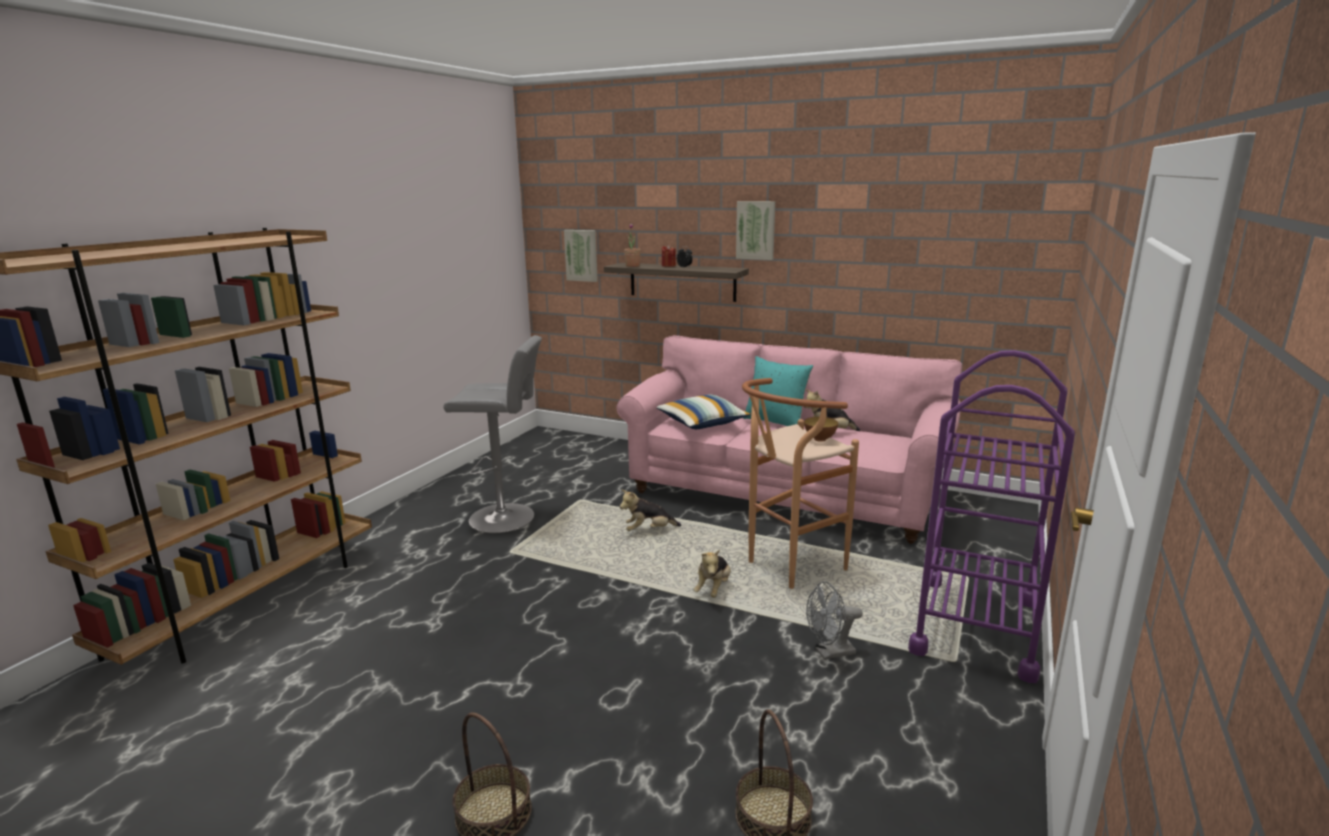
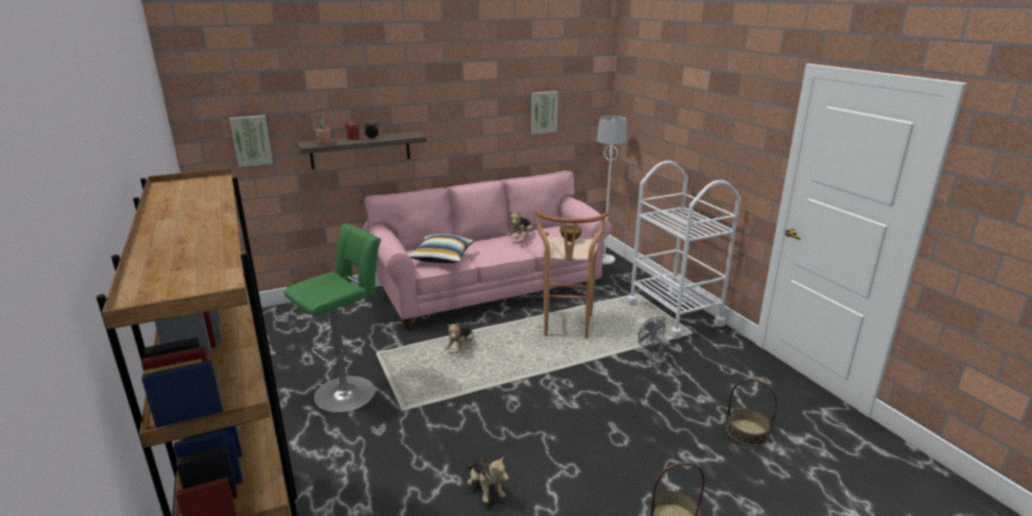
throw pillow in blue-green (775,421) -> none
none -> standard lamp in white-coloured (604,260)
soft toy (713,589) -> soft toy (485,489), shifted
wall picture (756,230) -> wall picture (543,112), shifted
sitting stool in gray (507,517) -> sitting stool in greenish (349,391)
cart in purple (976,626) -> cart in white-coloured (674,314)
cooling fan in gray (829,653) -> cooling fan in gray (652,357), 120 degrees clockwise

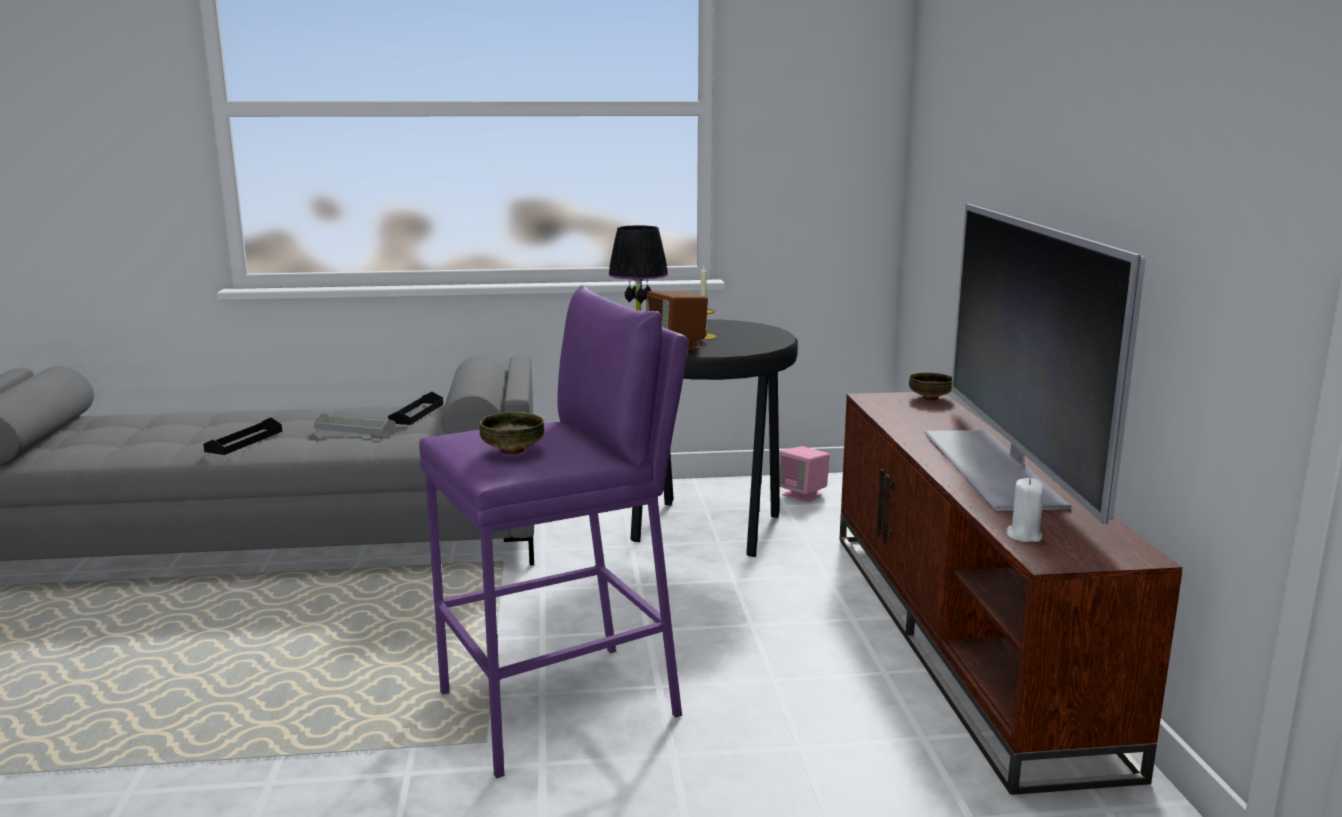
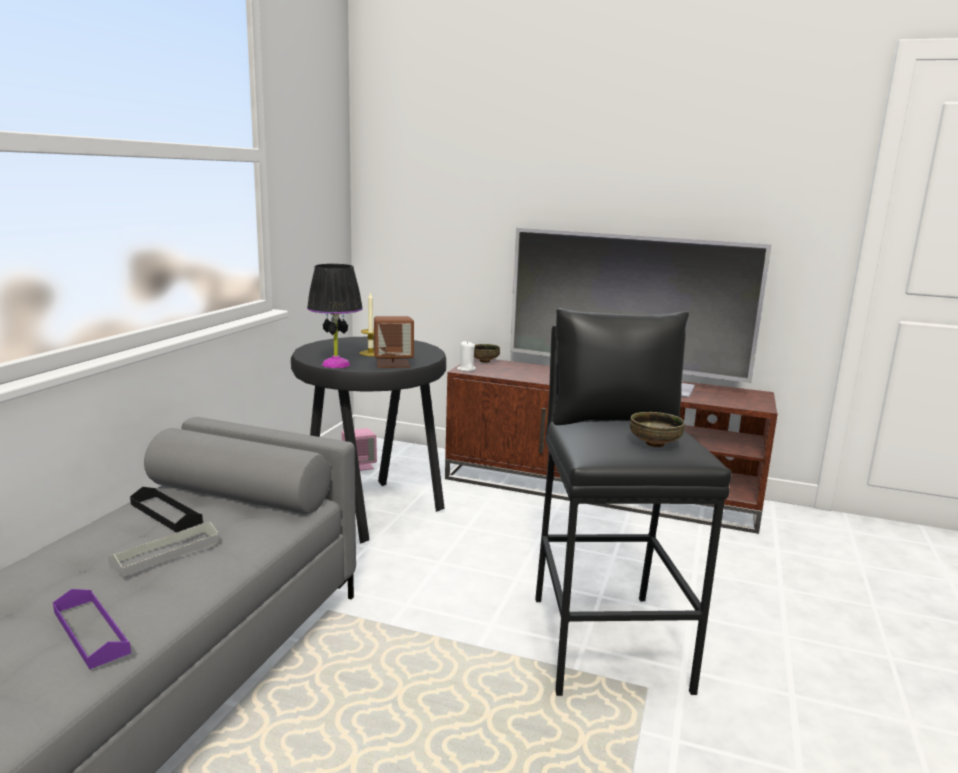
candle in white-coloured (1023,535) -> candle in white-coloured (466,369), shifted
tray in black-coloured (244,441) -> tray in purple (91,632)
sitting stool in purple (561,706) -> sitting stool in black-coloured (607,641)

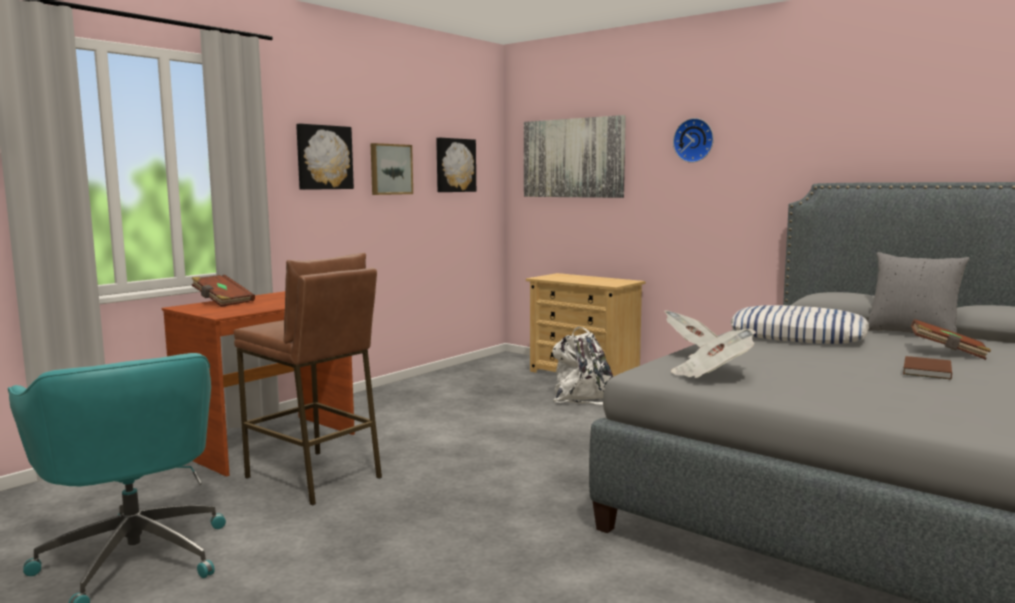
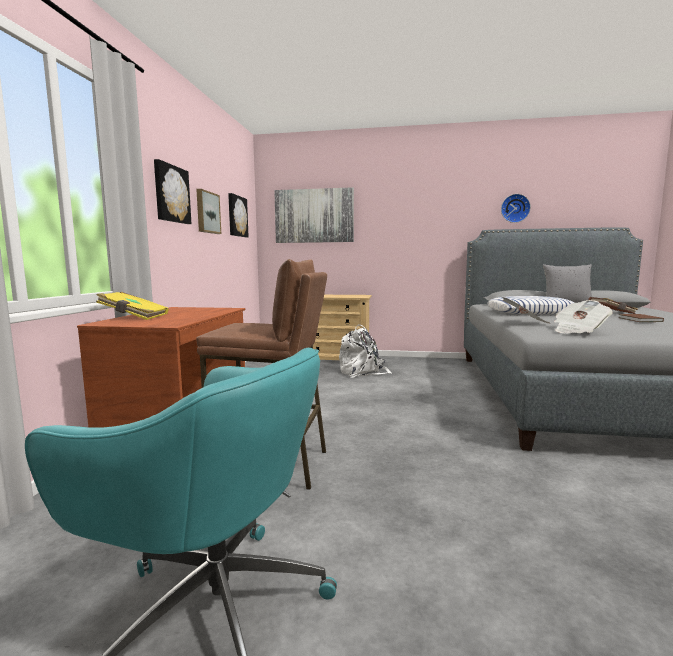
clock on the wall (694,140) -> clock on the wall (515,208), shifted
volume in brown-coloured (222,302) -> volume in yellow (133,317)

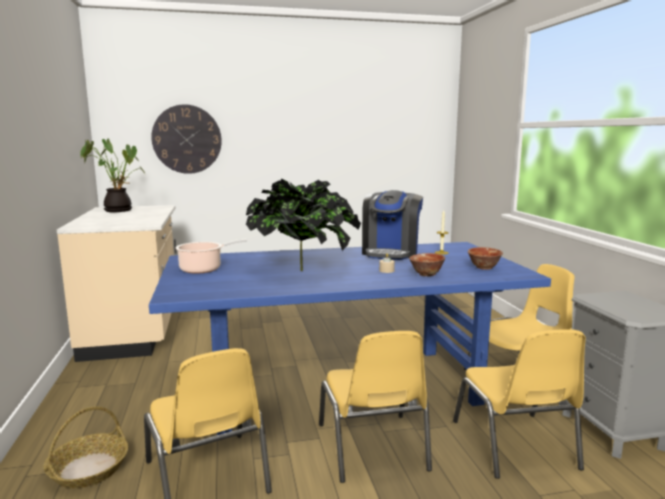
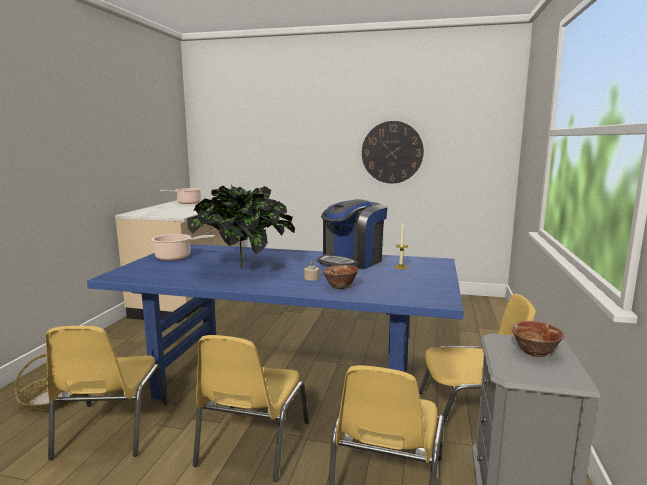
clock on the wall (187,139) -> clock on the wall (392,152), shifted
bowl (484,268) -> bowl (535,352), shifted
plant in a pot (118,210) -> saucepot (187,203)

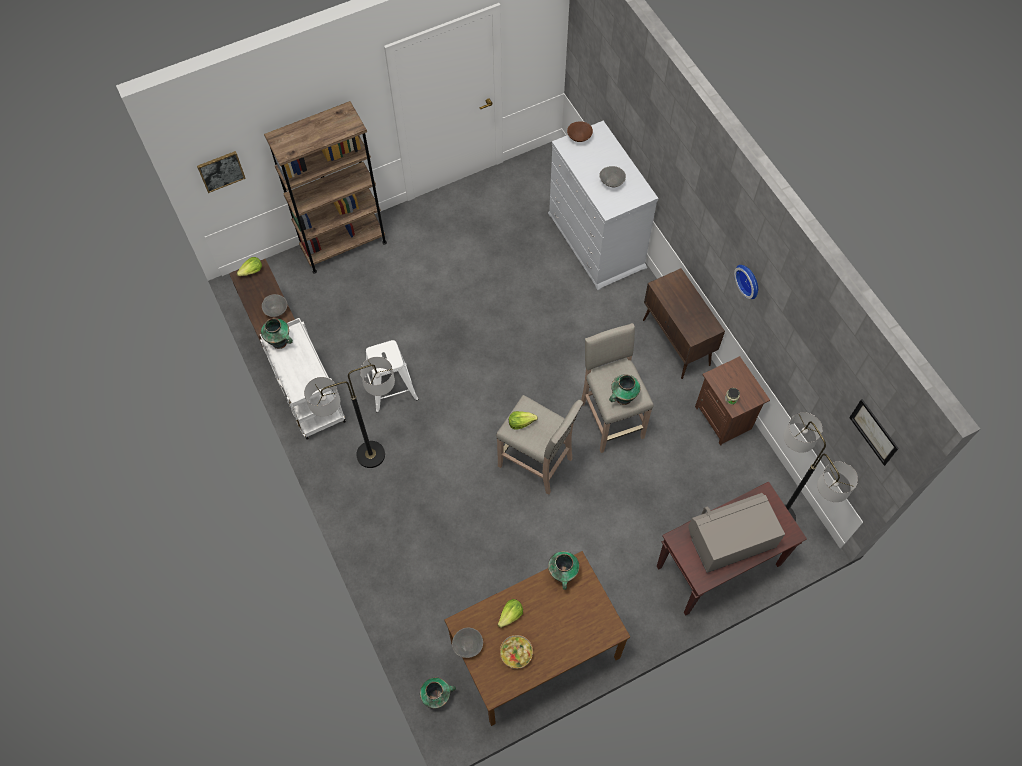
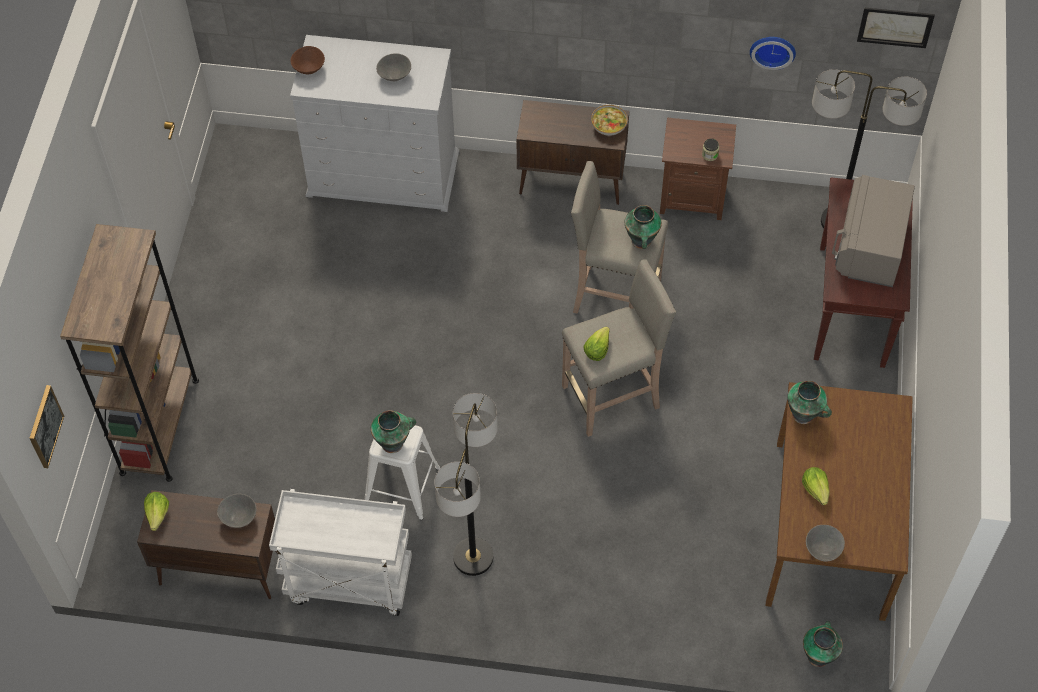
vase (280,342) -> vase (393,443), shifted
bowl (516,653) -> bowl (608,126), shifted
clock on the wall (749,280) -> clock on the wall (772,49), shifted

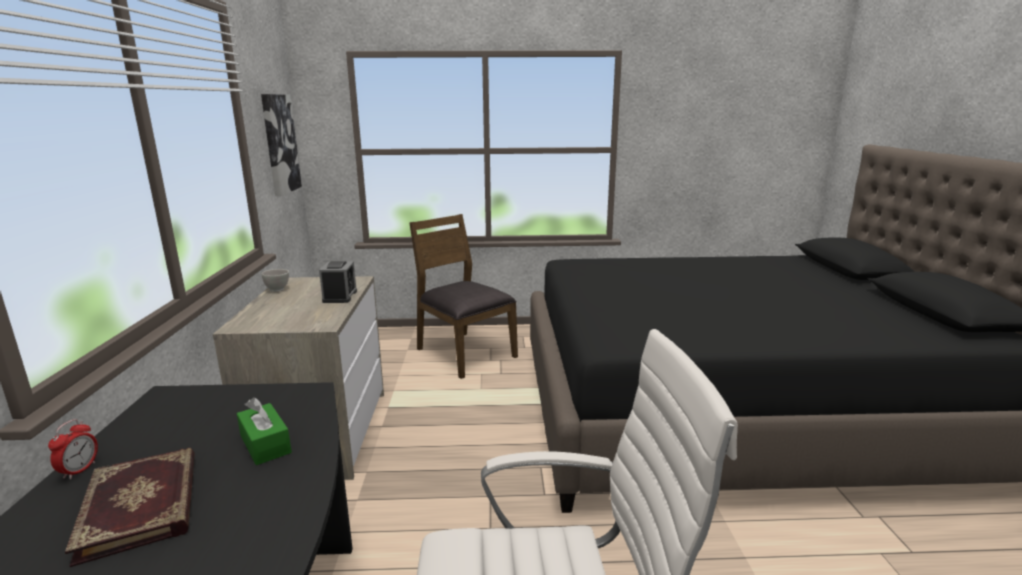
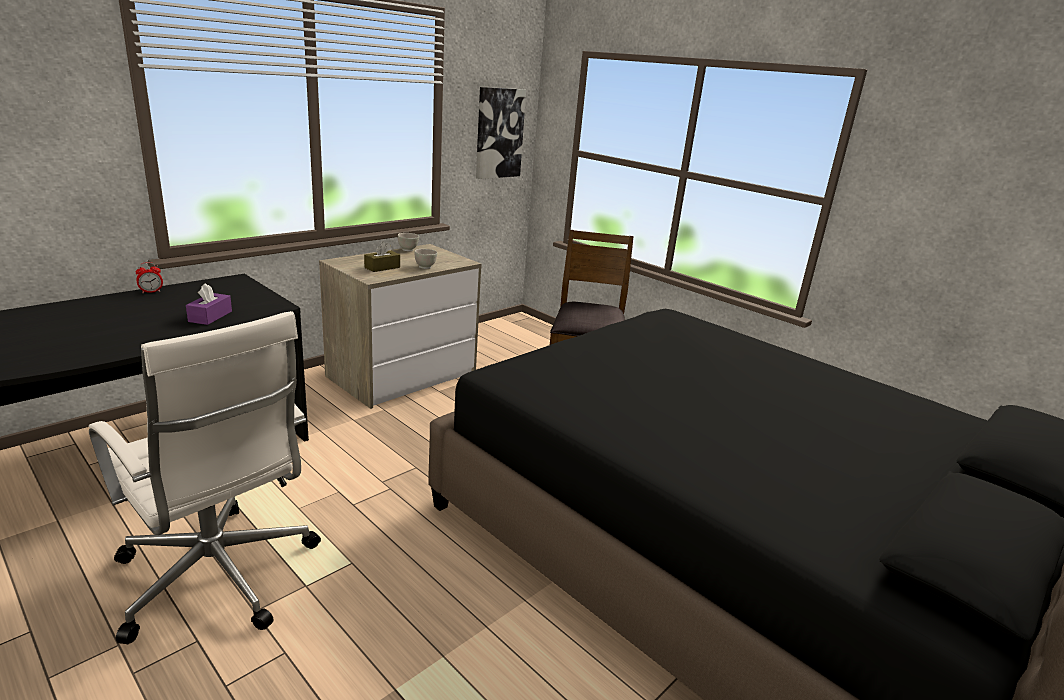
volume (143,505) -> none
none -> box of tissues in brown-coloured (382,267)
bedside clock (340,296) -> bowl in white-coloured (425,267)
box of tissues in greenish (265,444) -> box of tissues in purple (210,316)

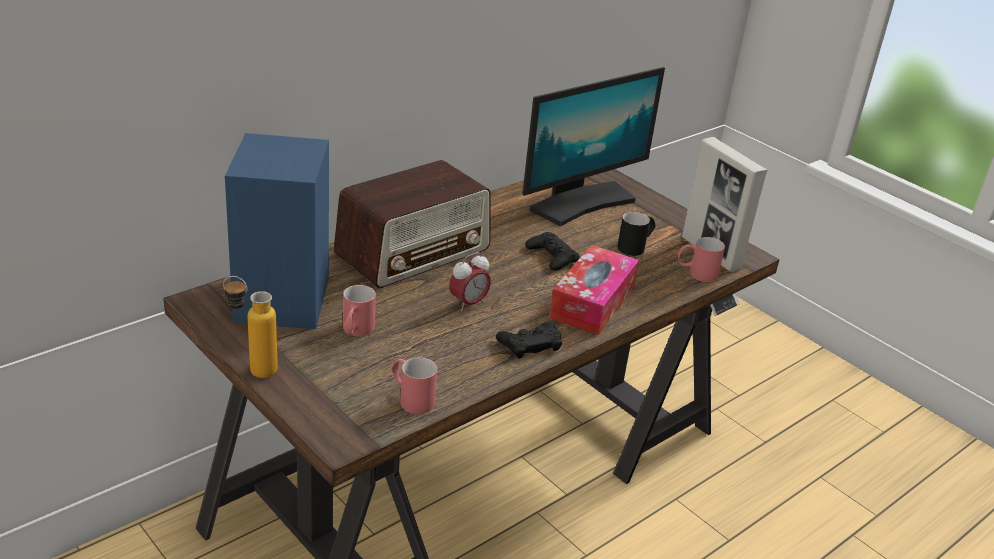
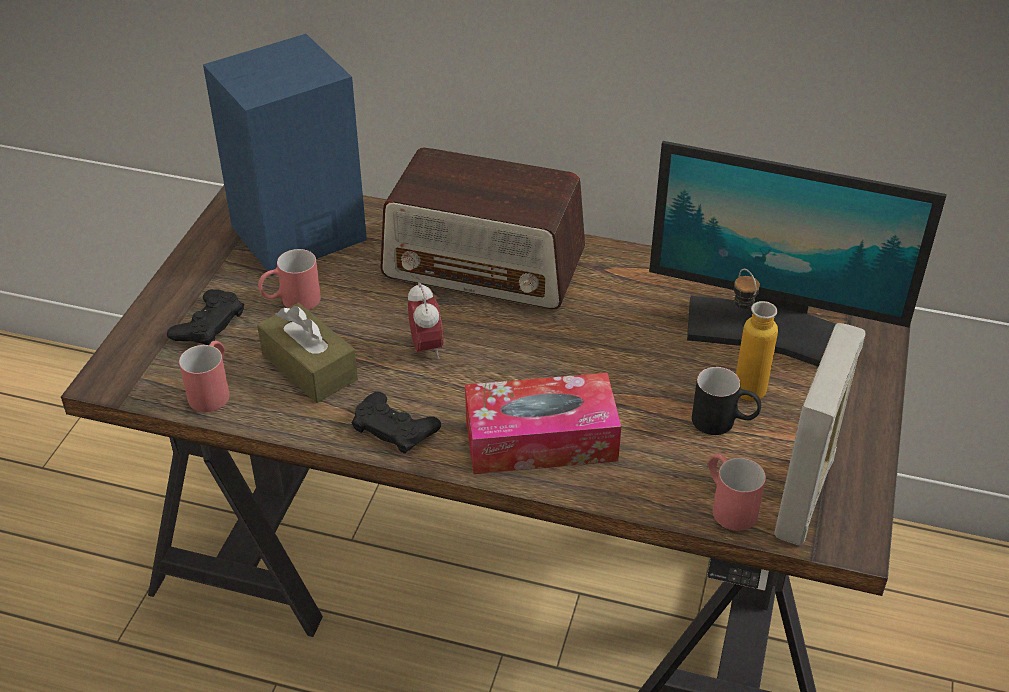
none -> box of tissues in brown-coloured (309,367)
drink bottle (252,369) -> drink bottle (741,382), shifted
gamepad in black-coloured (552,256) -> gamepad in black-coloured (208,324), shifted
bedside clock (468,304) -> bedside clock (426,348), 120 degrees counterclockwise

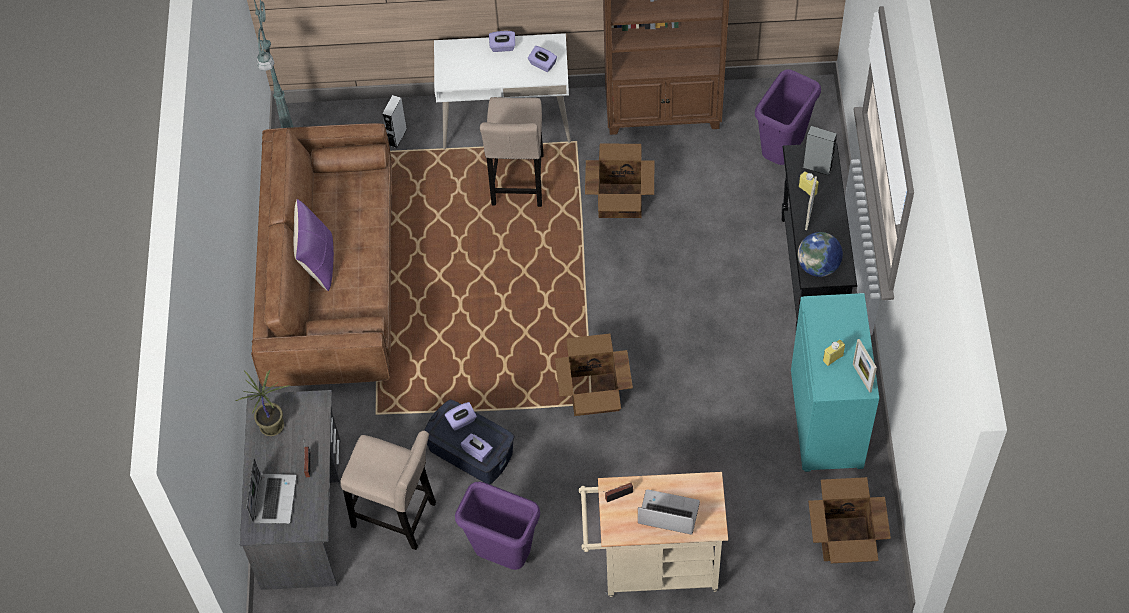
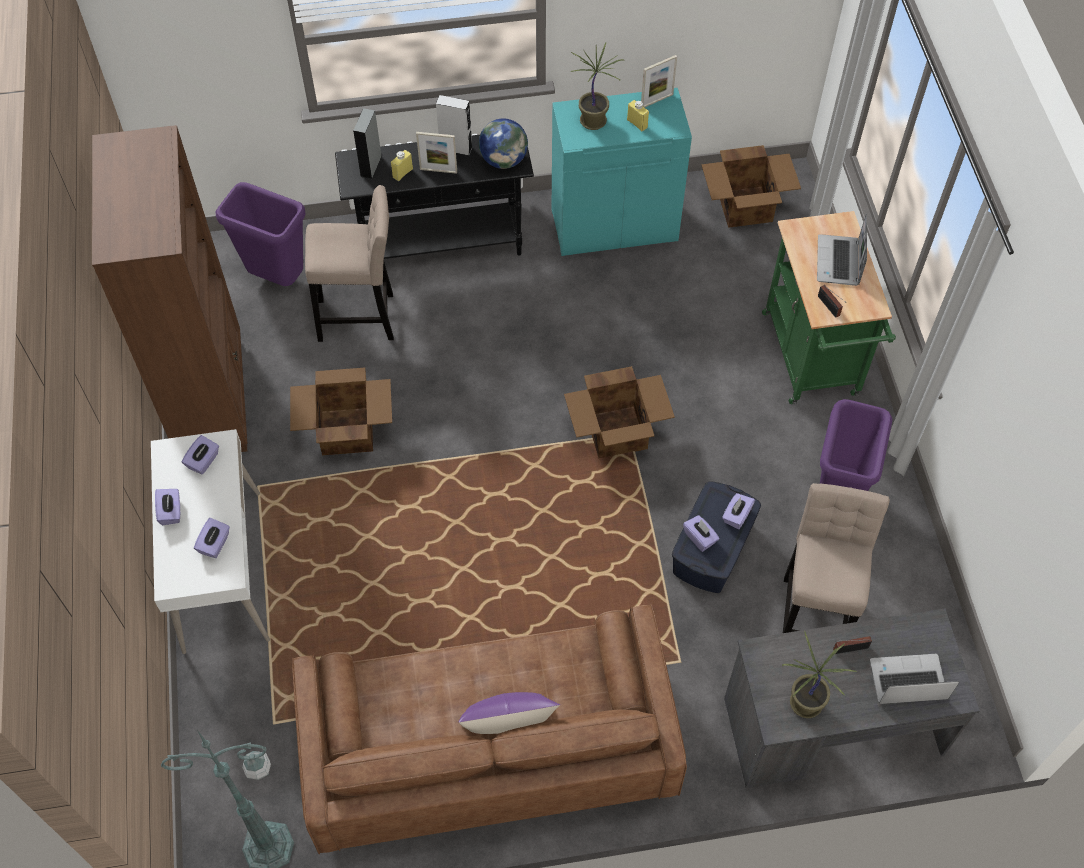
none -> box of tissues in purple (215,544)
none -> plant in a pot (594,121)
loudspeaker in gray (397,137) -> loudspeaker in gray (456,148), shifted
sitting stool in beige-coloured (518,184) -> sitting stool in beige-coloured (361,318), shifted
cart in beige-coloured (652,566) -> cart in greenish (812,360)

